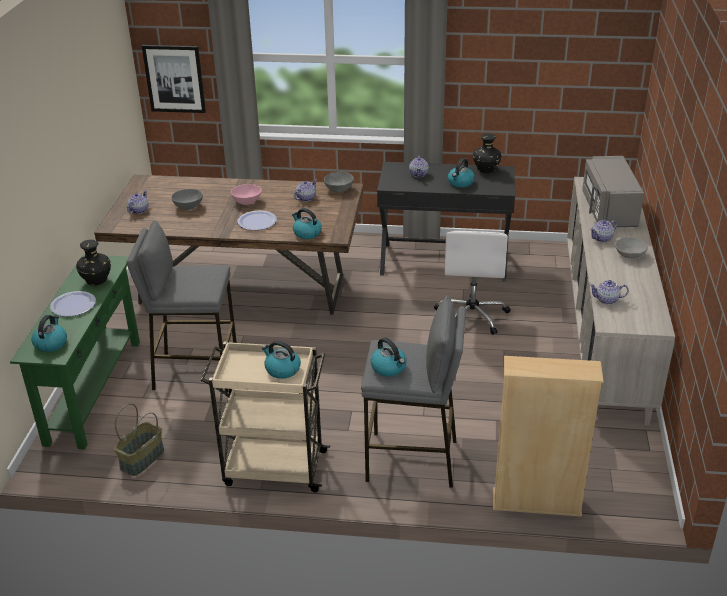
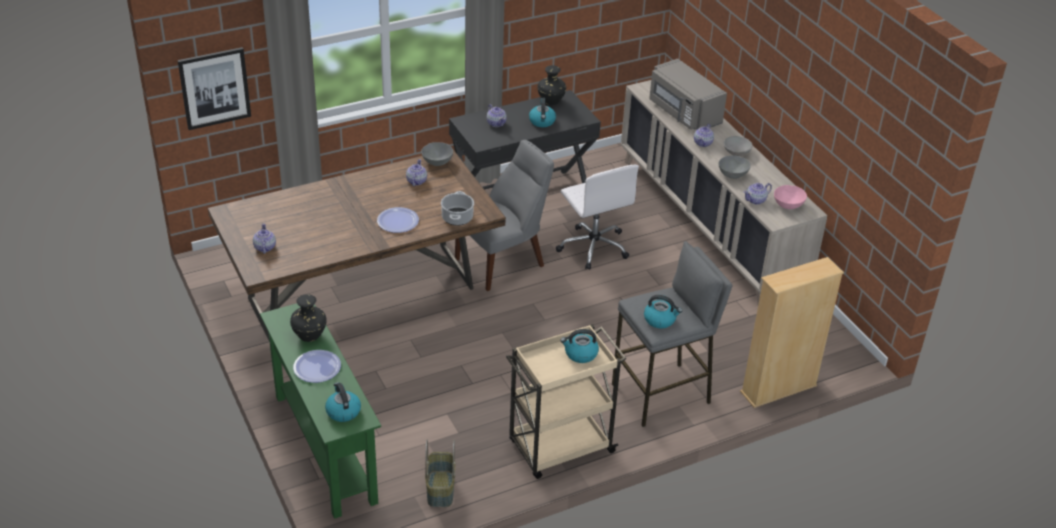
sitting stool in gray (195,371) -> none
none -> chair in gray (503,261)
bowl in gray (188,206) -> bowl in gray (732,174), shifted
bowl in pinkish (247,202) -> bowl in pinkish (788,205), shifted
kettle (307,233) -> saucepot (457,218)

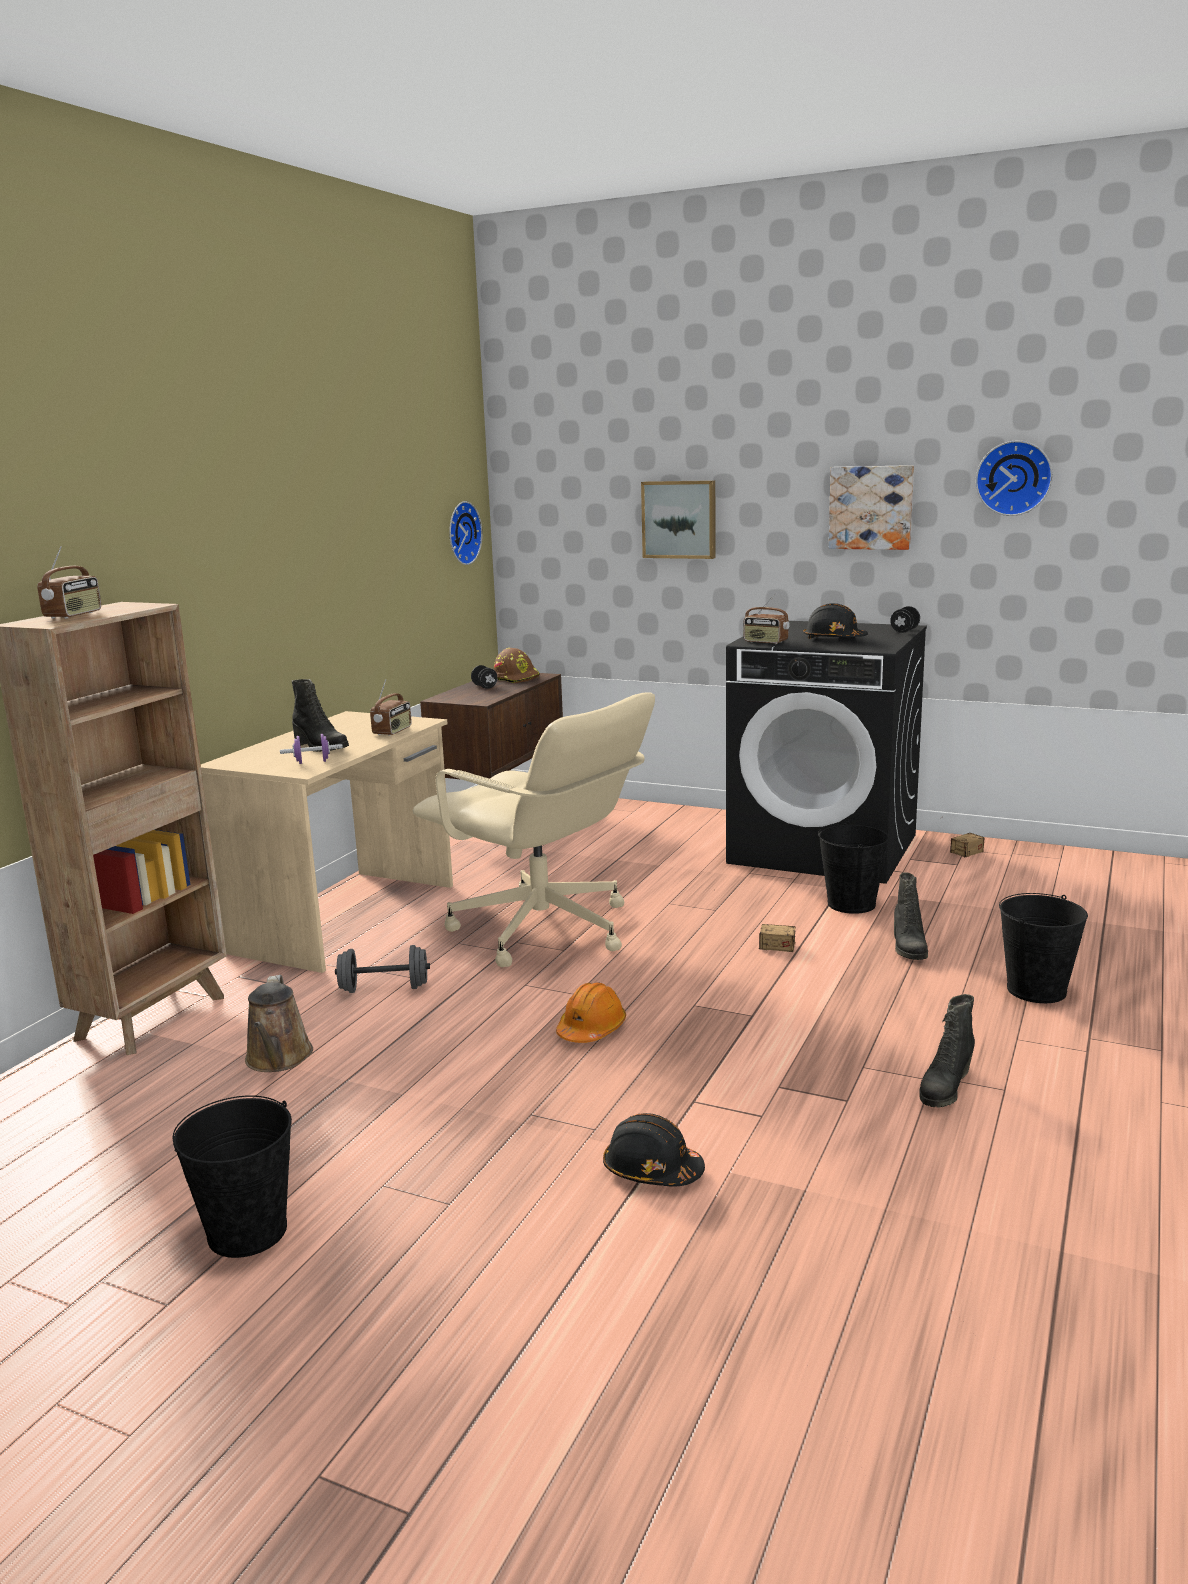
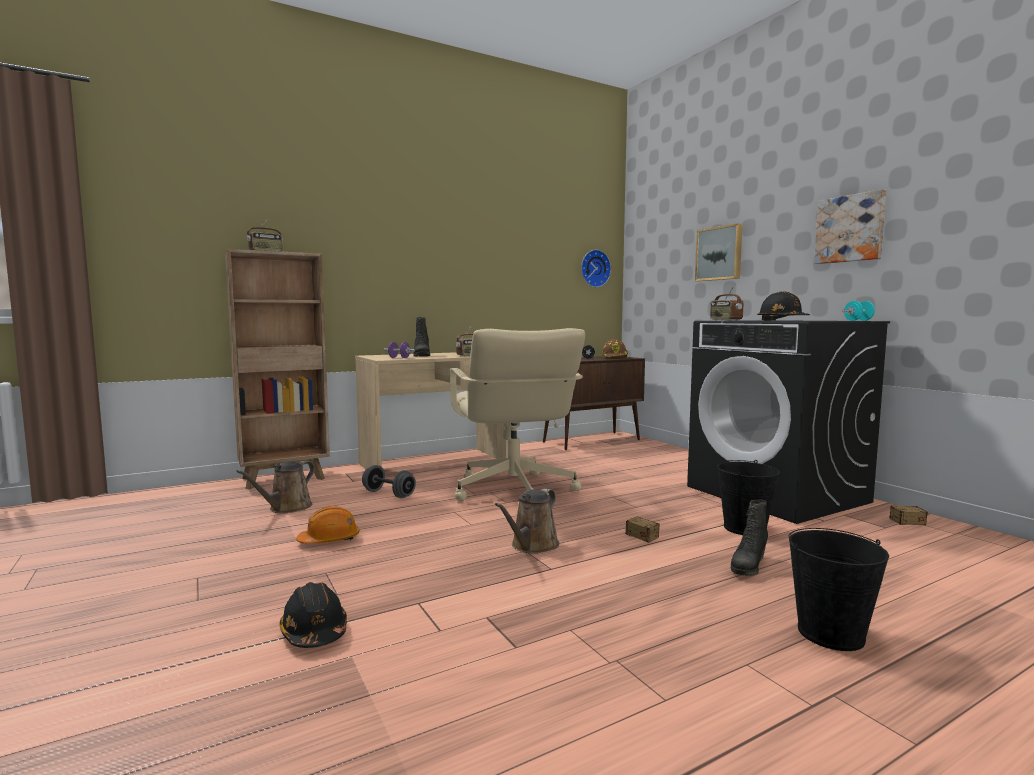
pail in black-coloured (248,1232) -> none
high-top boot in black-coloured (944,1088) -> none
clock on the wall (1014,478) -> none
none -> sprinkling can in brown-coloured (532,546)
safety helmet in orange (591,1029) -> safety helmet in orange (329,540), shifted
dumbbell in black-coloured (904,631) -> dumbbell in blue-green (858,320)

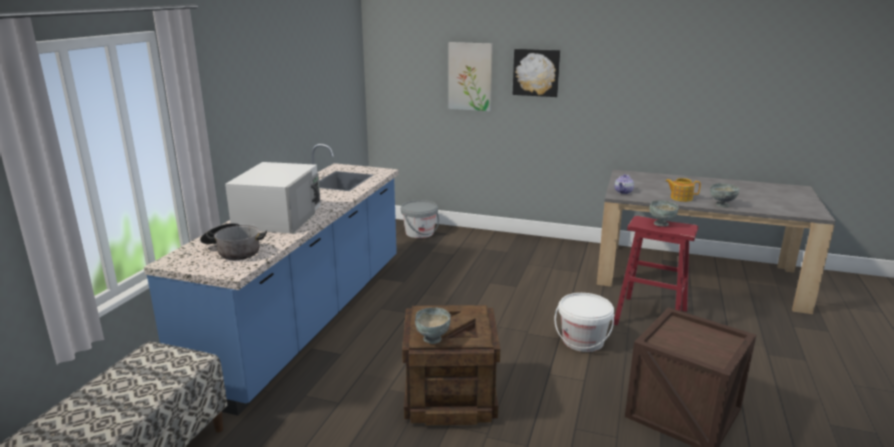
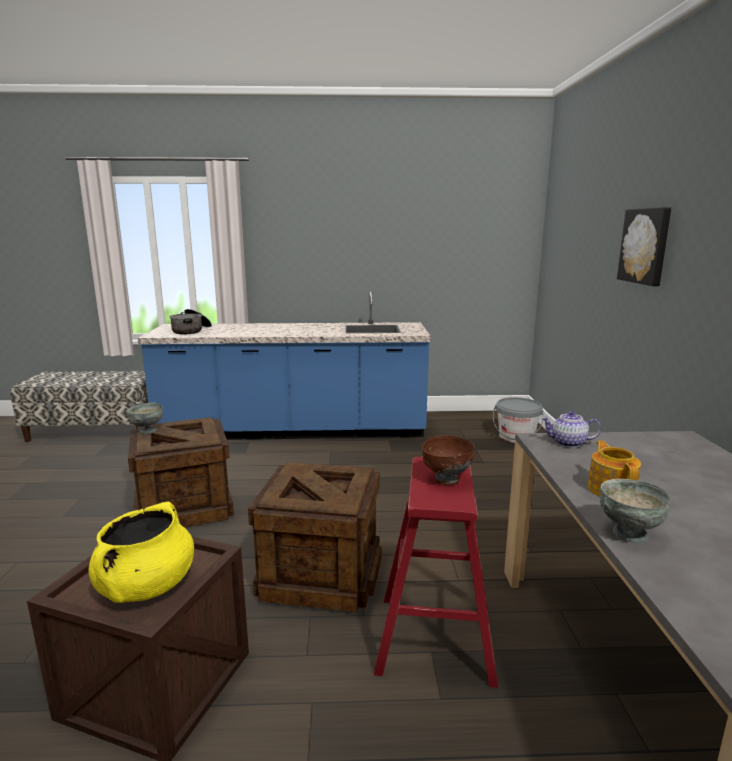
microwave in white-coloured (279,217) -> none
wall picture (470,76) -> none
none -> saucepot in yellow (146,587)
pail in white-coloured (583,341) -> crate (322,575)
bowl in gray (661,224) -> bowl in brown-coloured (446,480)

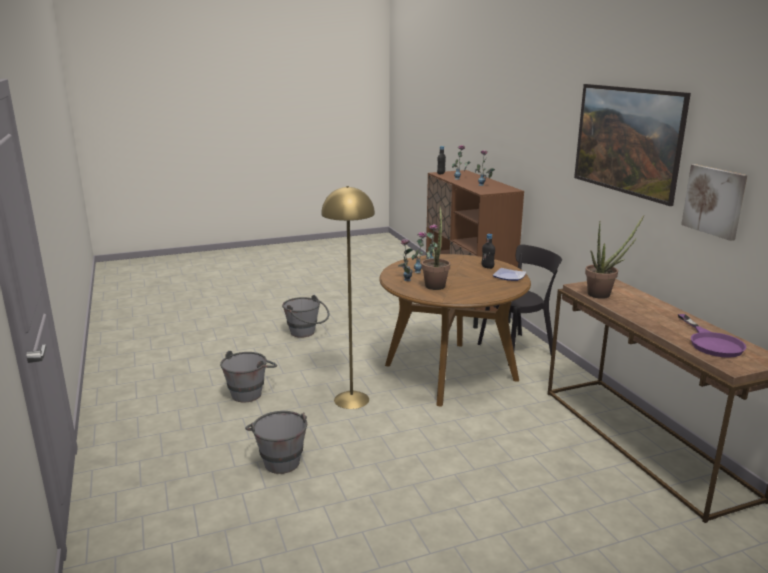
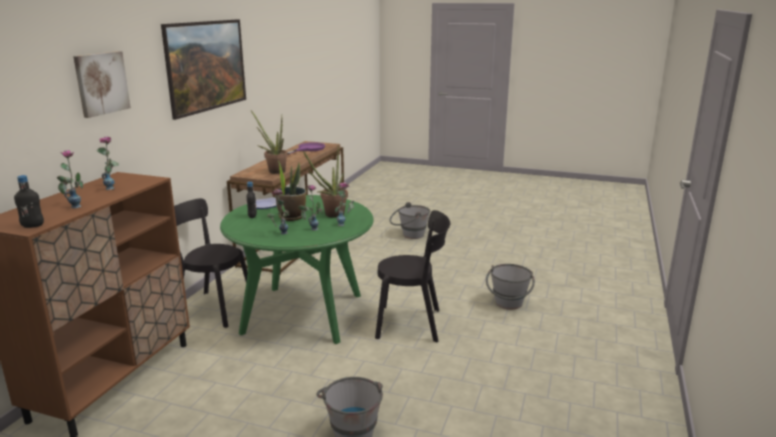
none -> plant in a pot (291,217)
pail in gray (250,392) -> pail in gray (409,235), shifted
wall picture (714,201) -> wall picture (101,83), shifted
standard lamp in yellow (351,399) -> chair in black-coloured (412,324)
dinner table in brown-coloured (450,372) -> dinner table in greenish (303,313)

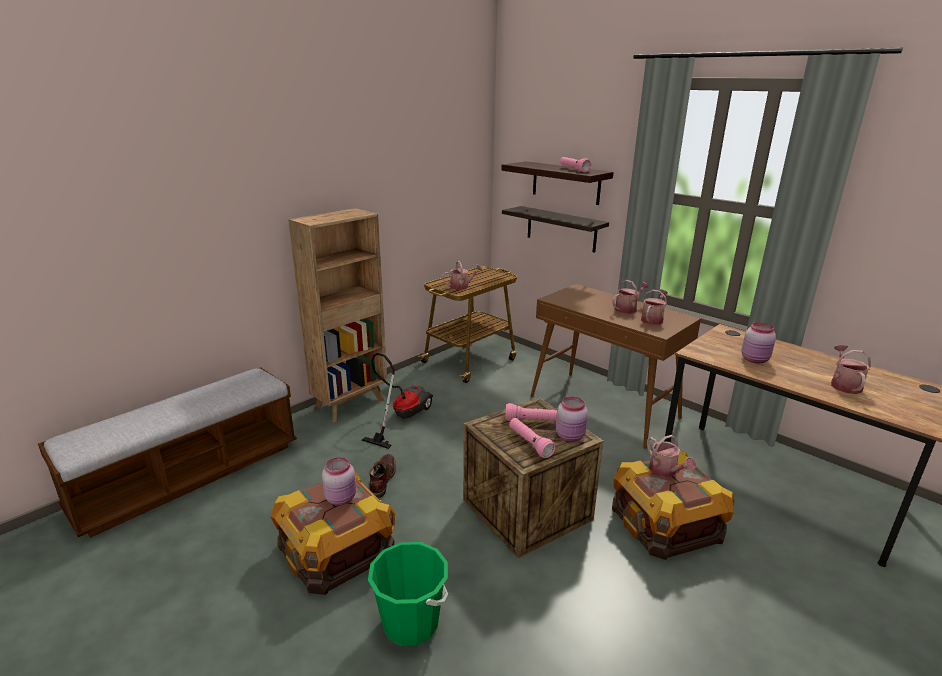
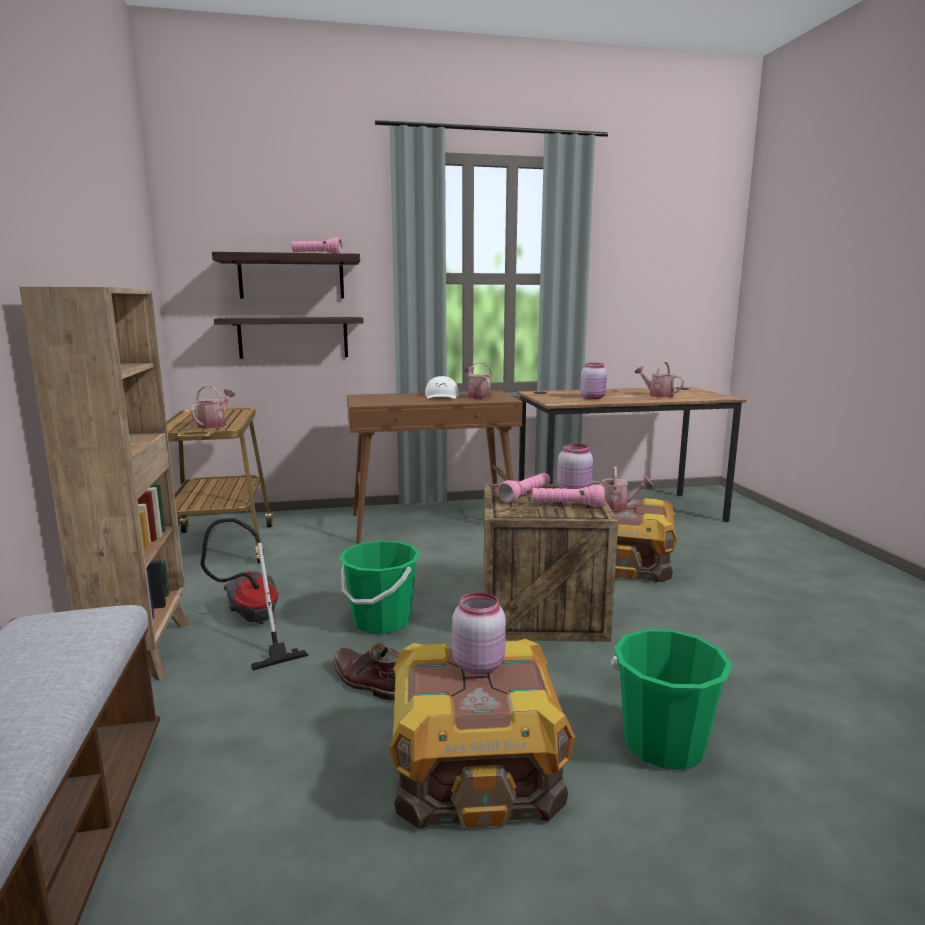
none -> pail in greenish (381,621)
sprinkling can (627,309) -> peaked cap in white-coloured (441,396)

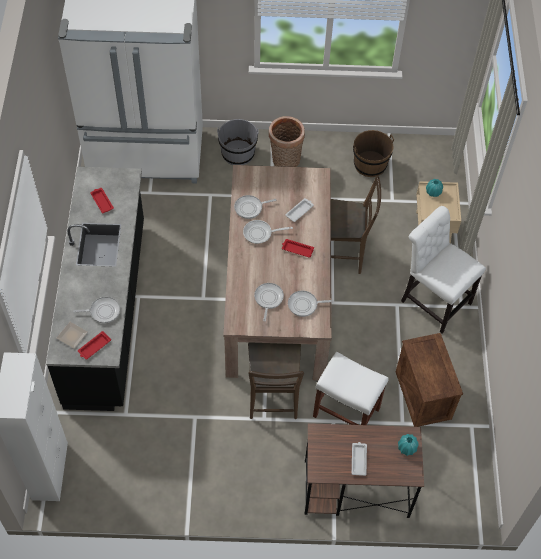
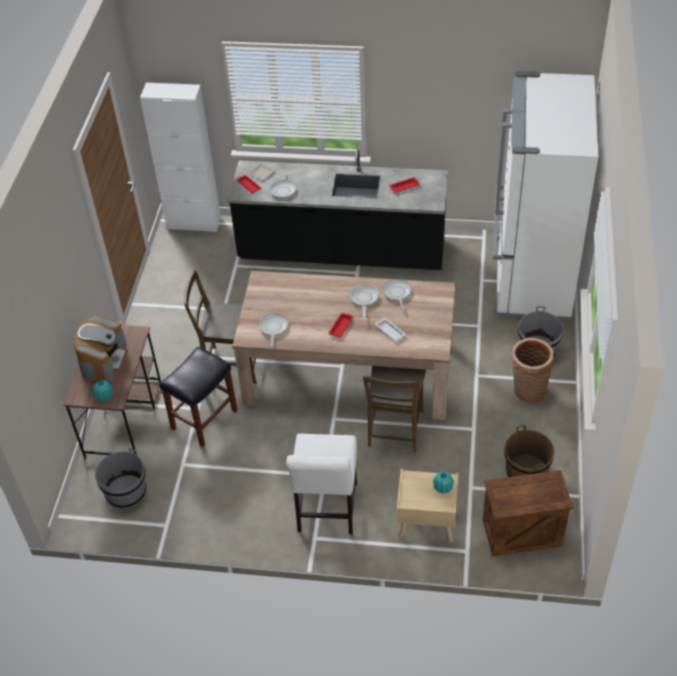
pan (268,299) -> none
none -> pail in gray (126,492)
crate (424,395) -> crate (521,533), shifted
tray in white-coloured (359,459) -> coffee brewer (103,359)
sitting stool in white-coloured (347,412) -> sitting stool in black-coloured (204,420)
chair in white-coloured (433,300) -> chair in white-coloured (326,511), 135 degrees clockwise

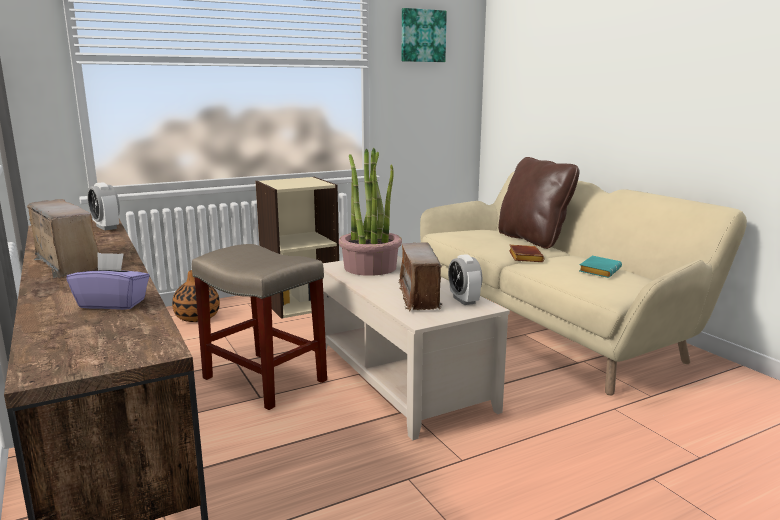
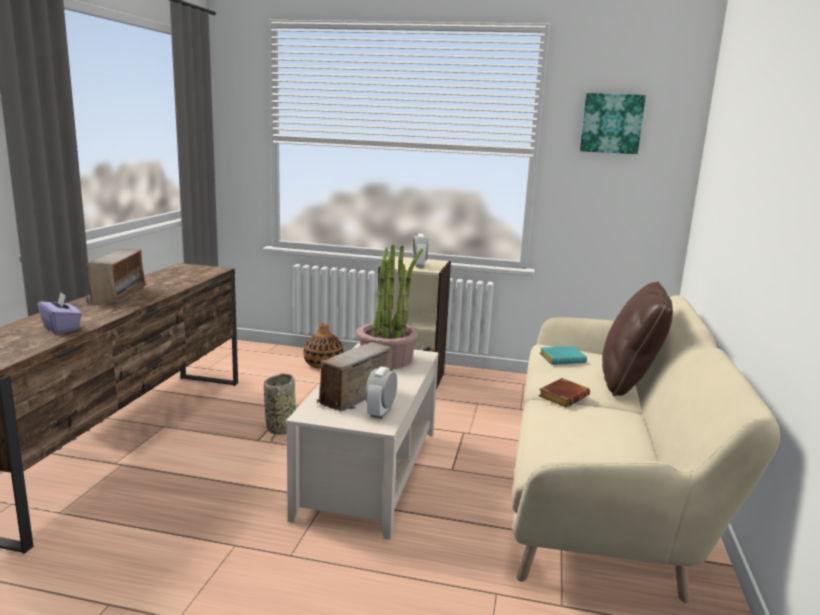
bedside clock (106,227) -> bedside clock (419,265), shifted
volume in blue-green (598,270) -> volume in blue-green (562,359), shifted
sitting stool in beige-coloured (263,379) -> storage basket (281,428)

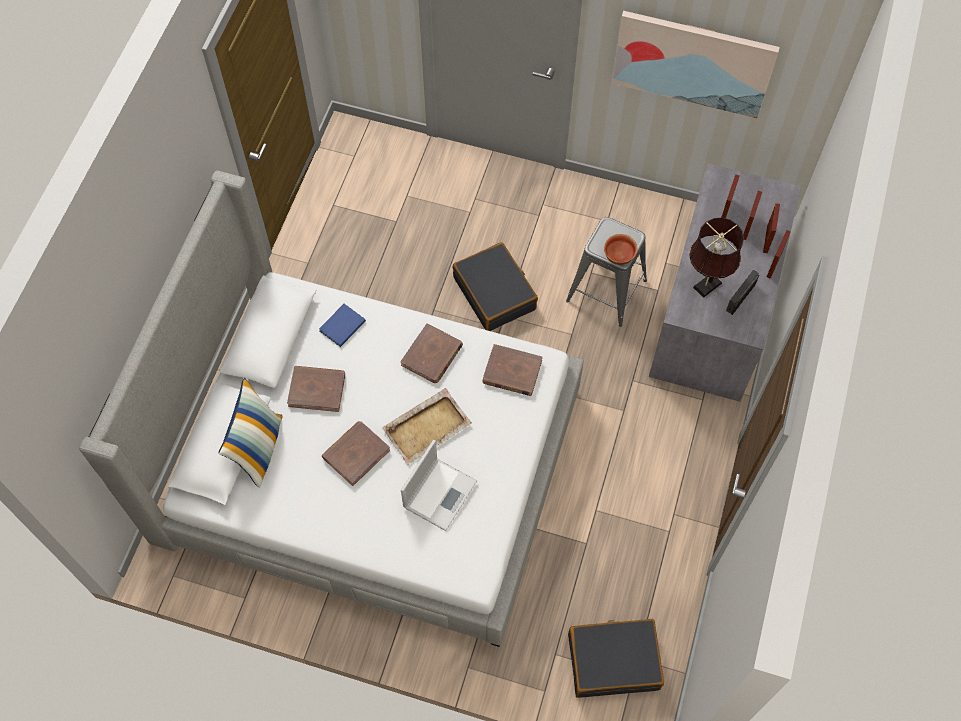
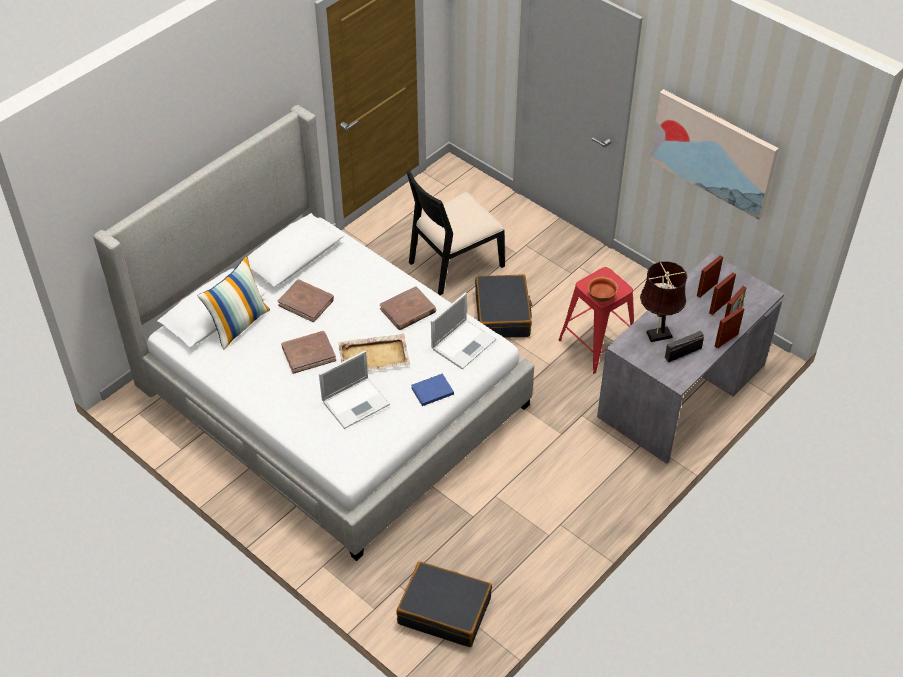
none -> chair in black-coloured (454,263)
volume in blue (341,326) -> volume in blue (431,391), shifted
volume in brown-coloured (512,372) -> portable computer (464,343)
sitting stool in gray (606,291) -> sitting stool in red (597,344)

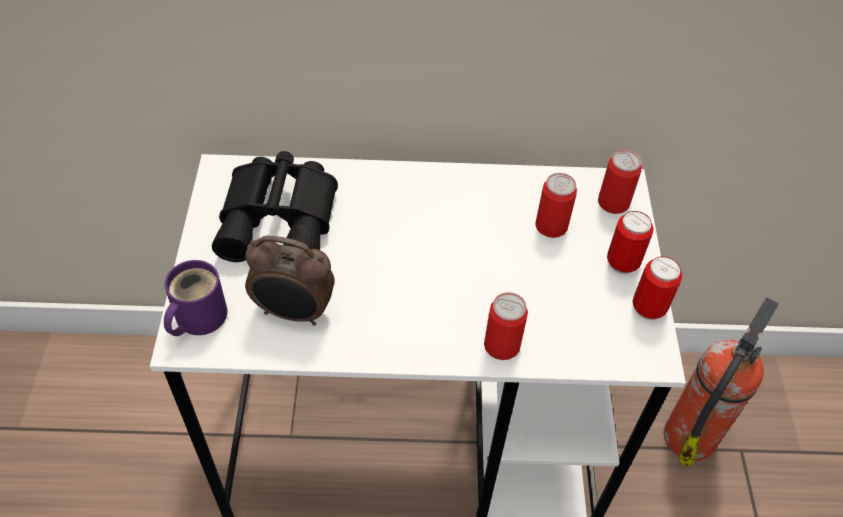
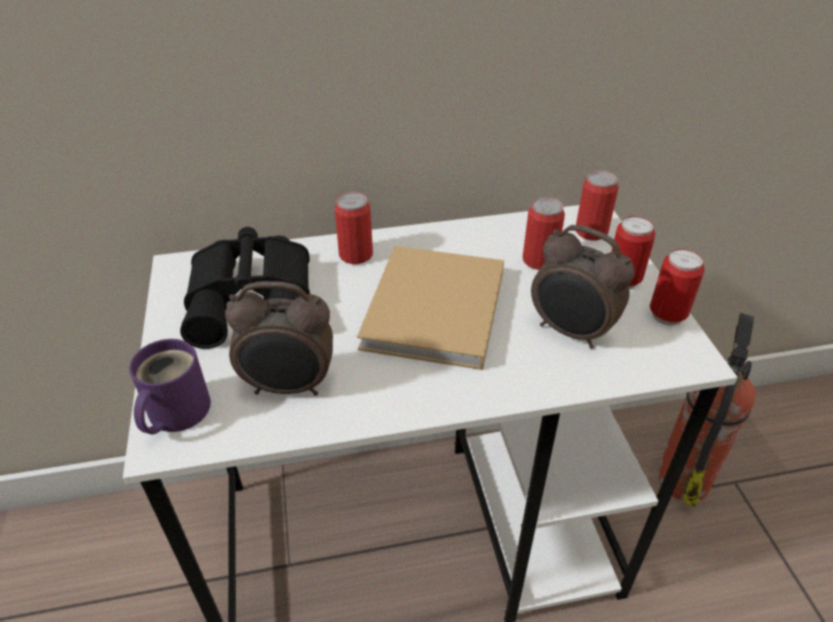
none -> volume in beige-coloured (433,312)
none -> bedside clock (571,332)
metal can (502,345) -> metal can (356,255), shifted

